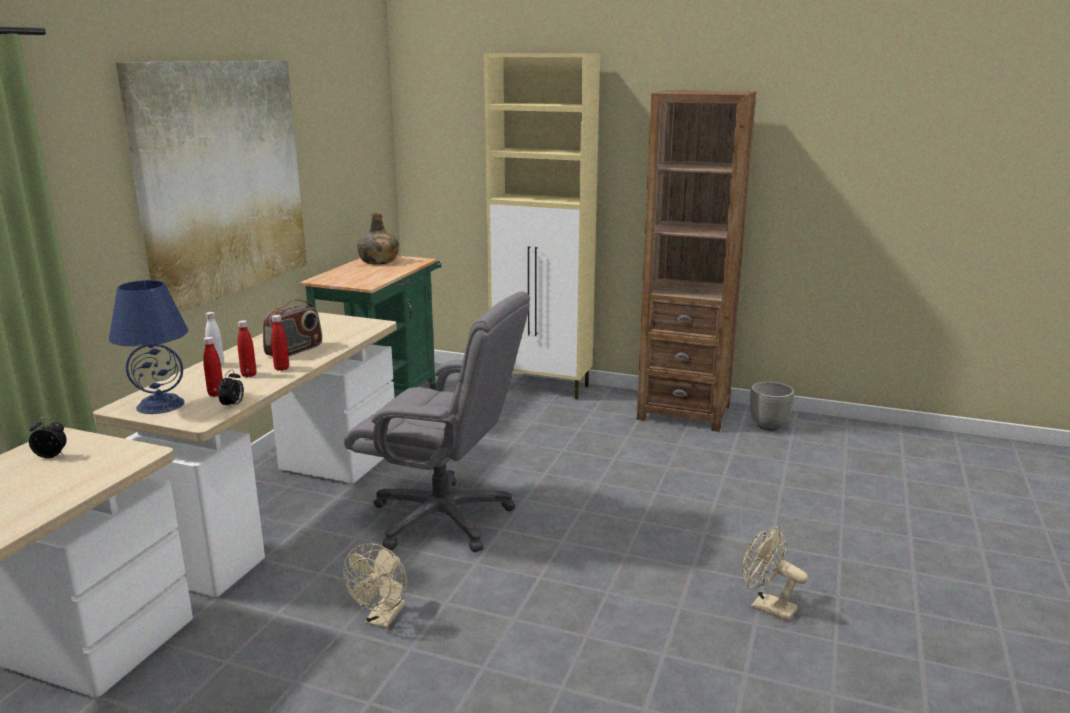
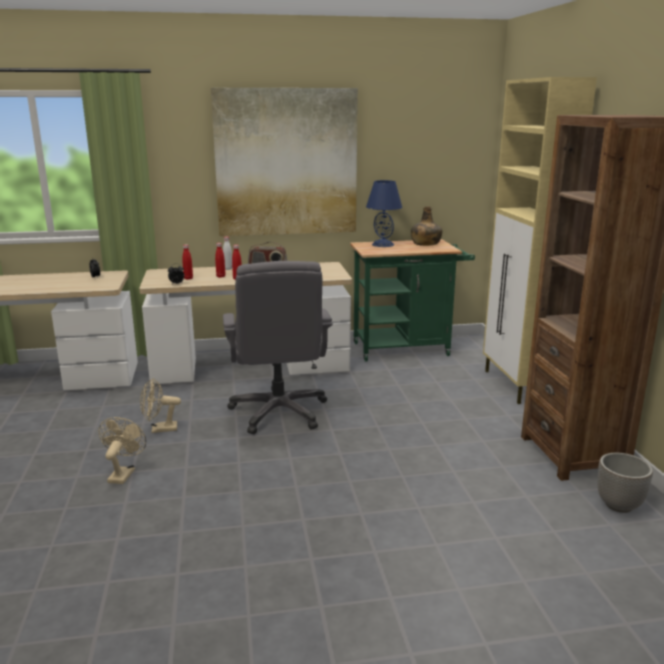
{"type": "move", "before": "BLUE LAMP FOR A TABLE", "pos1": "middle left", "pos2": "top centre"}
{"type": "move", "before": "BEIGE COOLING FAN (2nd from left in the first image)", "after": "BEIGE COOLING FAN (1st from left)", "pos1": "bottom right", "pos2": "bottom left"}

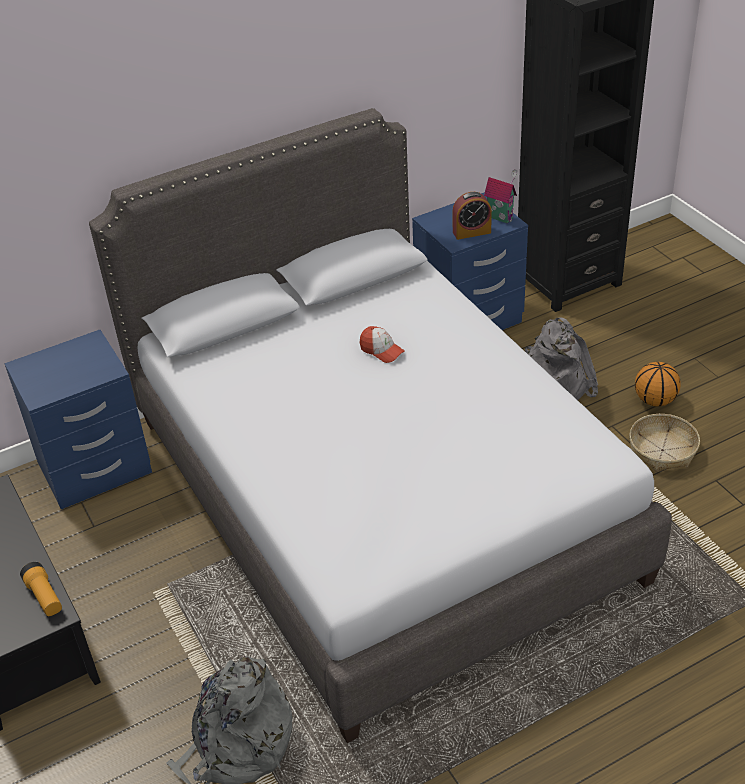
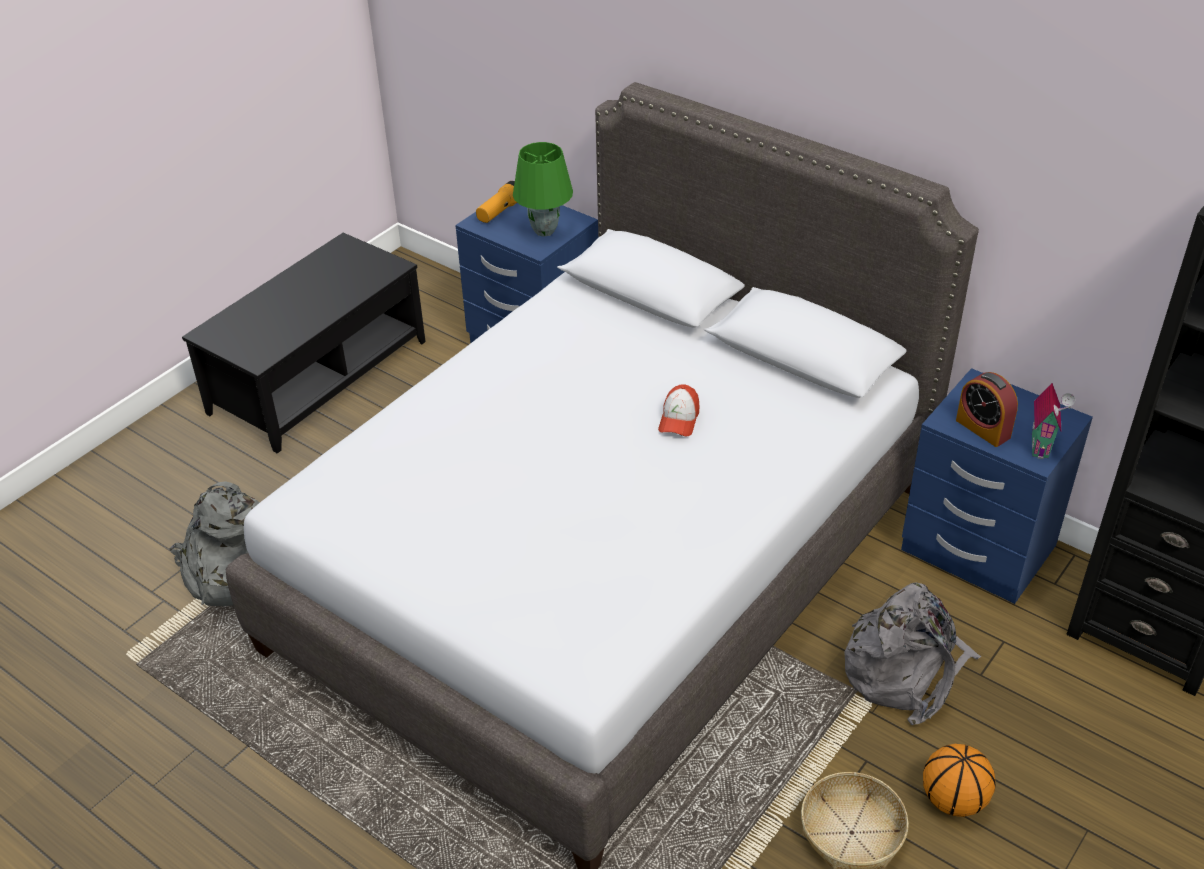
{"type": "insert", "after": "GREEN LAMP FOR A TABLE", "pos2": "top centre"}
{"type": "move", "before": "HAND TORCH", "pos1": "bottom left", "pos2": "top centre"}

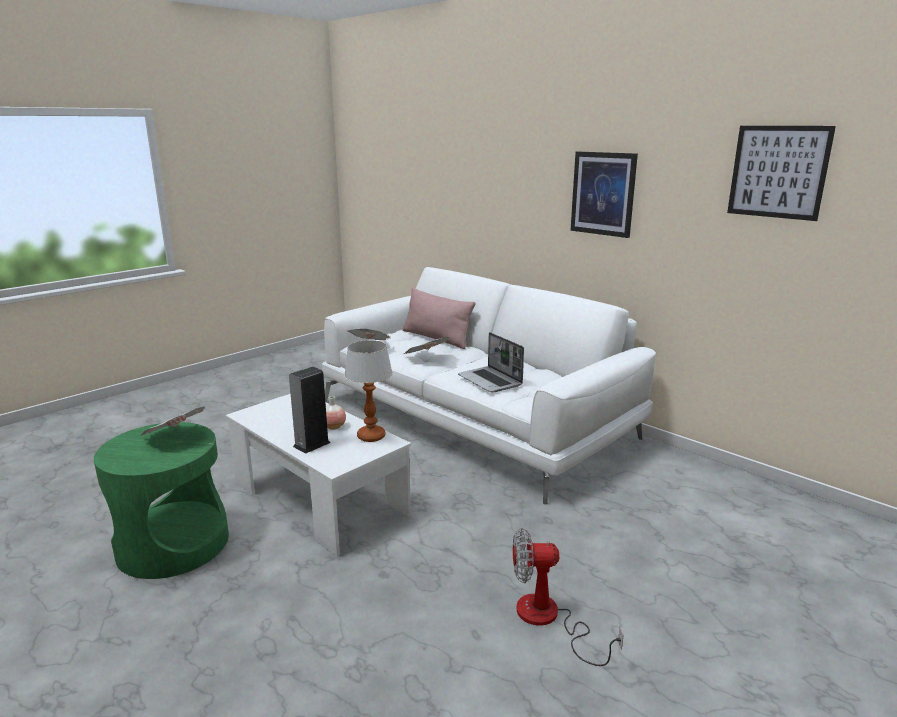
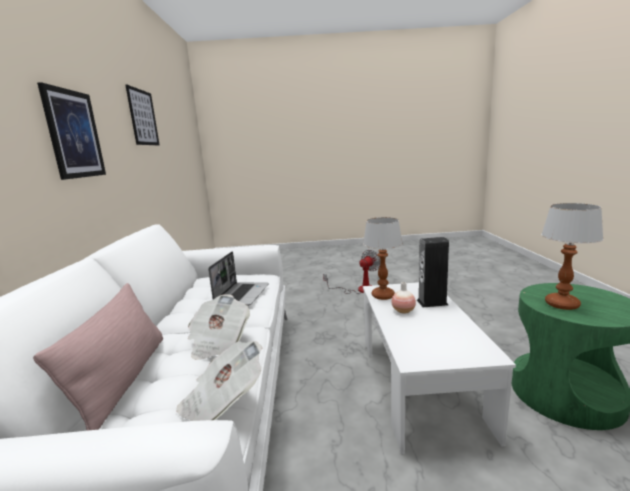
{"type": "replace", "before": "NEWSPAPER (1st from left)", "after": "LAMP FOR A TABLE (2nd from left)", "pos1": "middle left", "pos2": "middle right"}
{"type": "rotate", "before": "COOLING FAN", "pos1": "bottom centre", "pos2": "centre", "turn": -90}

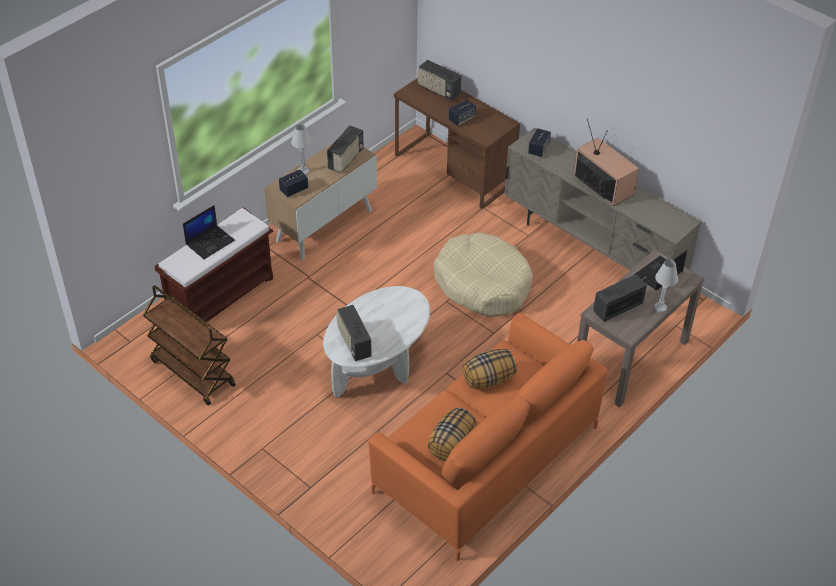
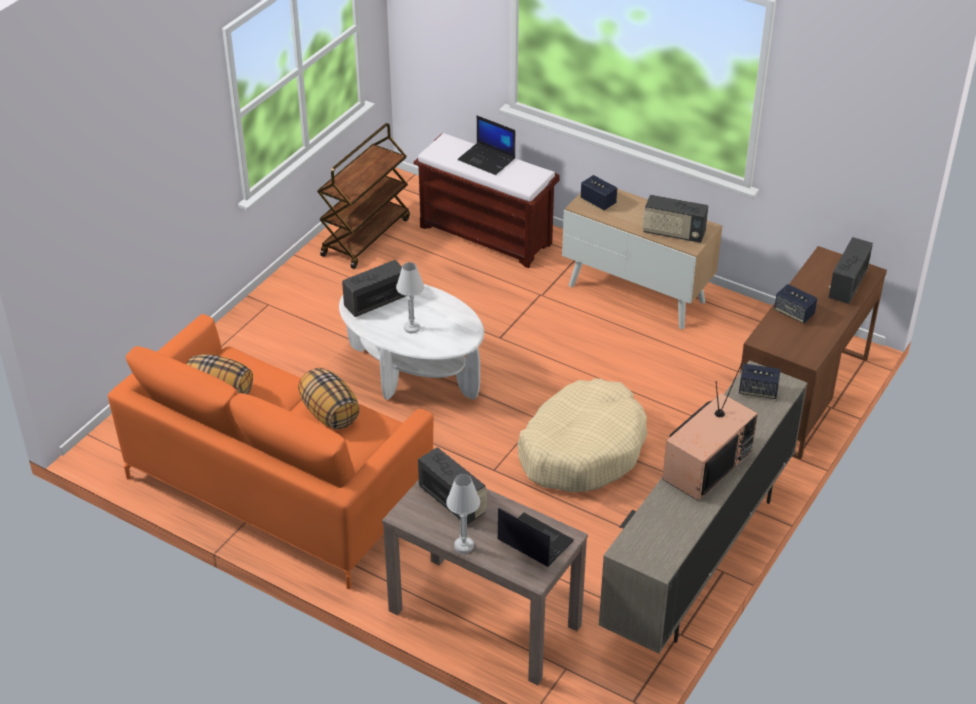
{"type": "move", "before": "WHITE LAMP FOR A TABLE (1st from left)", "pos1": "top centre", "pos2": "centre"}

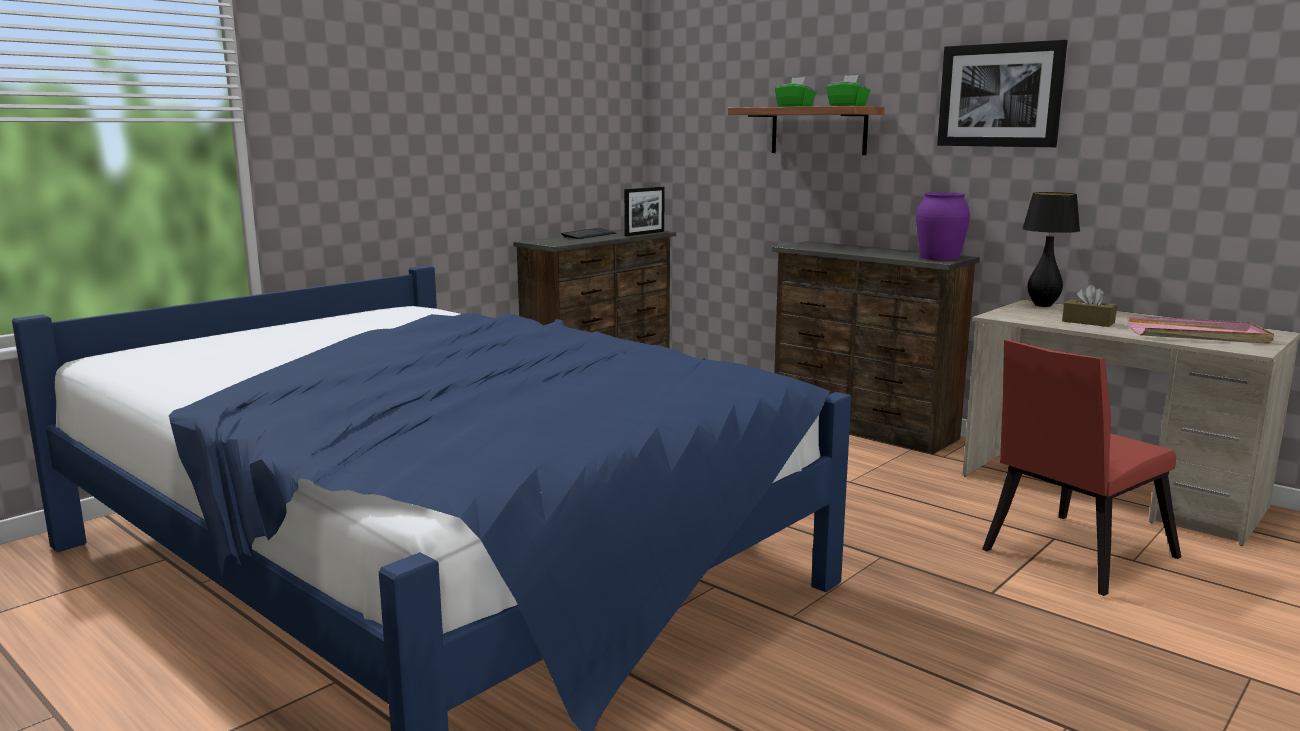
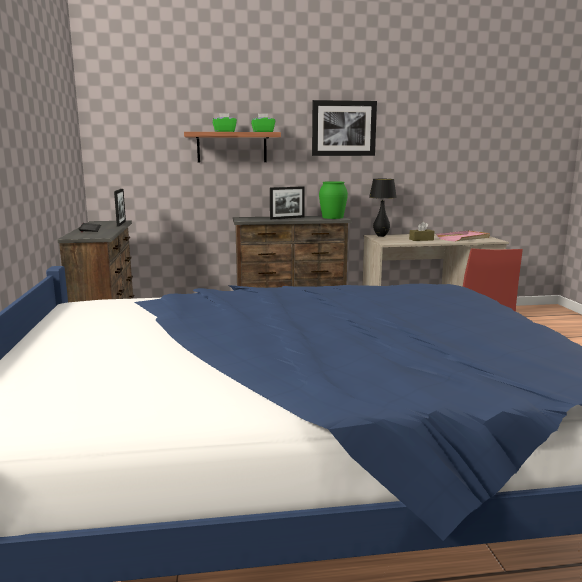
{"type": "insert", "after": "PHOTO FRAME (2nd from left)", "pos2": "centre"}
{"type": "recolor", "before": "PURPLISH VASE", "after": "GREEN VASE", "pos1": "top right", "pos2": "centre"}

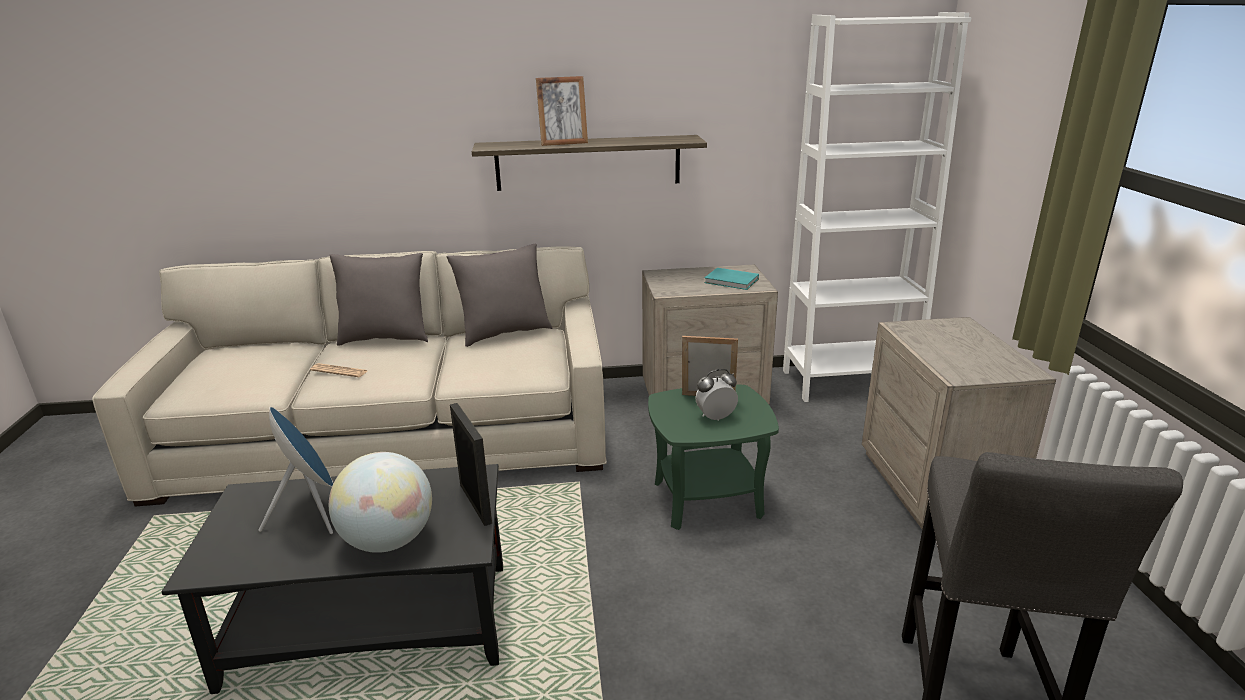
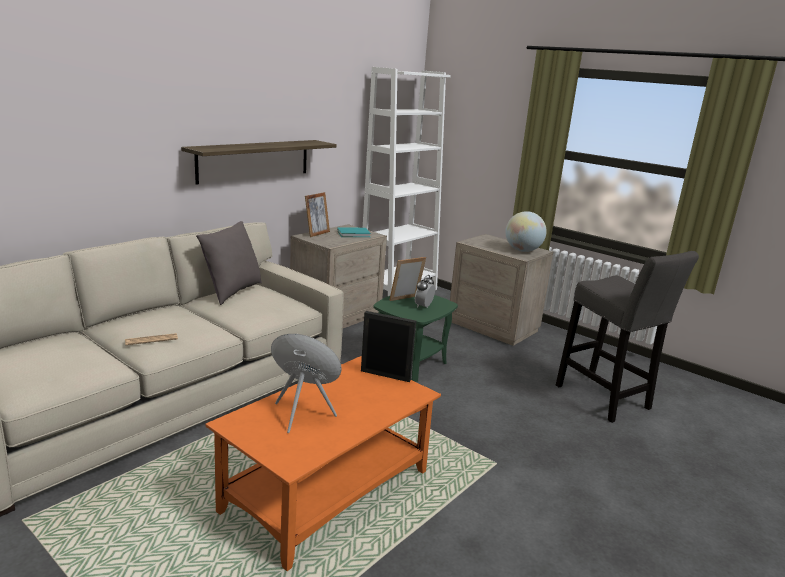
{"type": "delete", "before": "GRAY THROW PILLOW (1st from left)", "pos1": "middle left"}
{"type": "move", "before": "GLOBE", "pos1": "bottom left", "pos2": "middle right"}
{"type": "move", "before": "PHOTO FRAME (2nd from left in the first image)", "after": "PHOTO FRAME (1st from left)", "pos1": "top centre", "pos2": "centre"}
{"type": "recolor", "before": "BLACK LOW TABLE", "after": "ORANGE LOW TABLE", "pos1": "bottom left", "pos2": "bottom centre"}

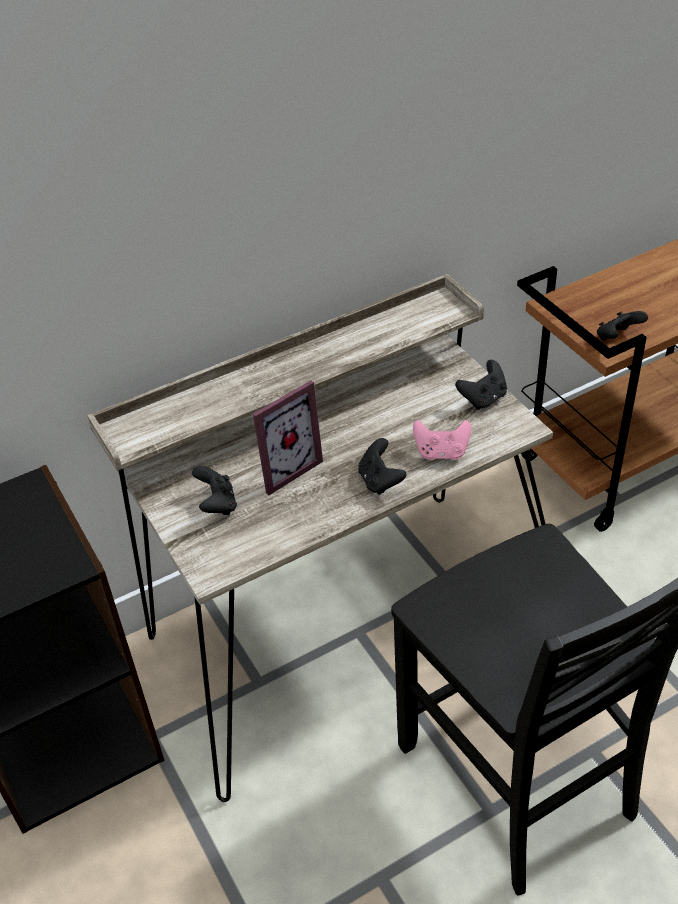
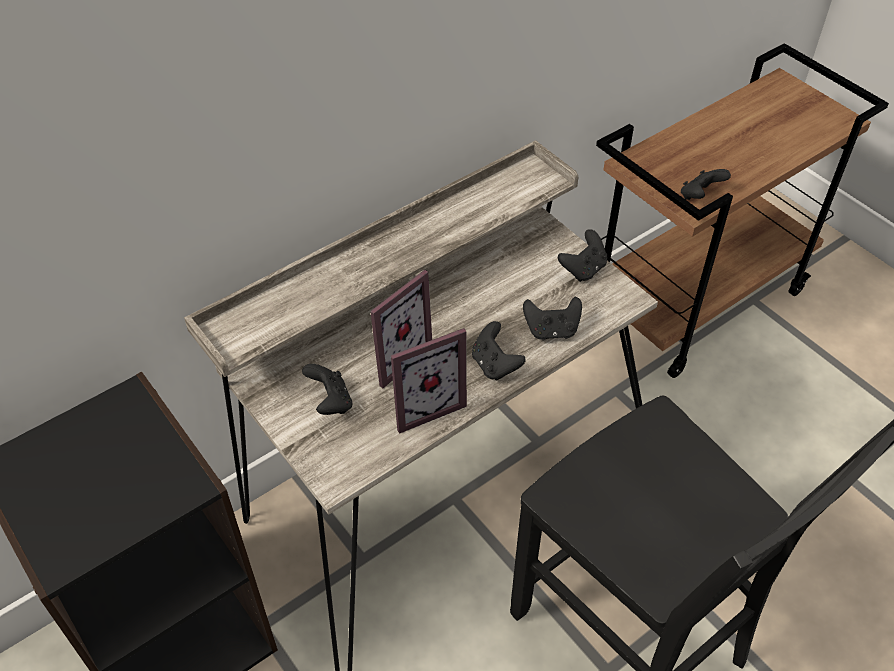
{"type": "insert", "after": "PHOTO FRAME (2nd from left)", "pos2": "centre"}
{"type": "recolor", "before": "PINK-COLOURED JOYPAD", "after": "BLACK JOYPAD (3rd from left)", "pos1": "centre", "pos2": "centre"}

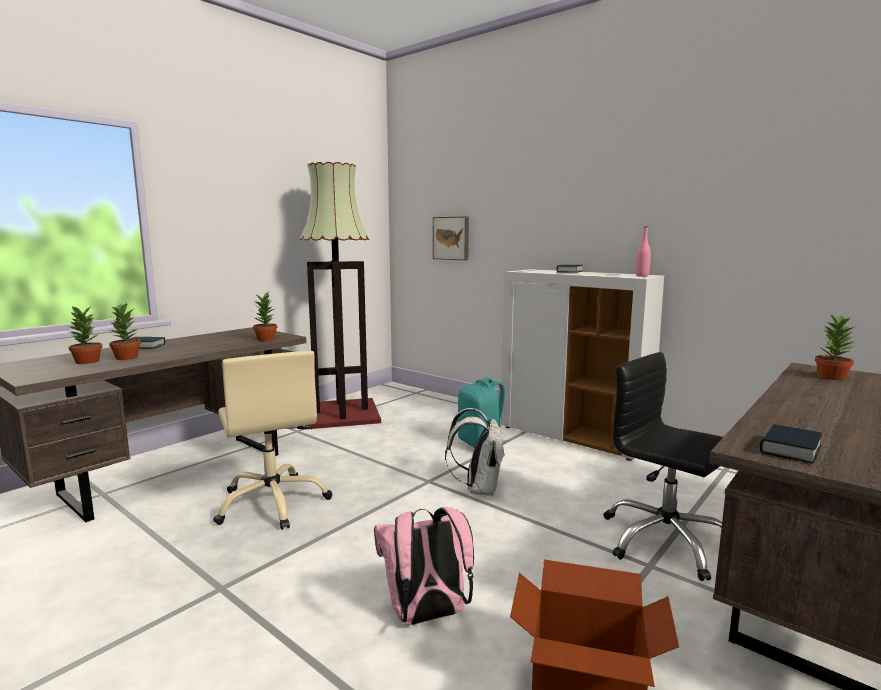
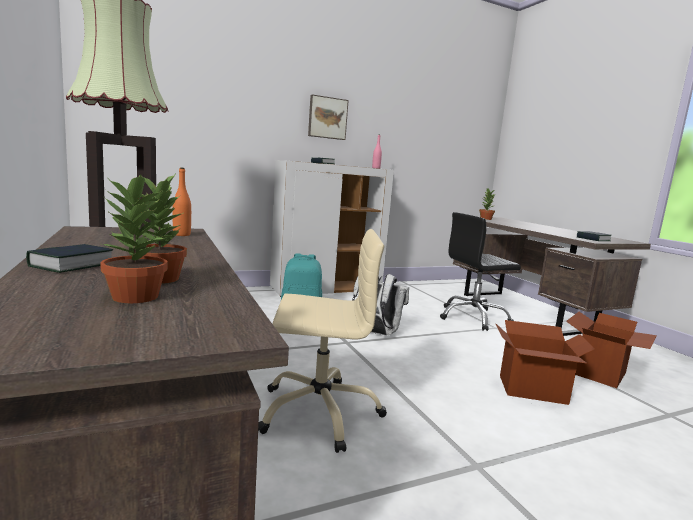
{"type": "move", "before": "PICTURE", "pos1": "centre", "pos2": "top centre"}
{"type": "replace", "before": "HOUSEPLANT (3rd from left)", "after": "ORANGE BOTTLE", "pos1": "middle left", "pos2": "middle left"}
{"type": "replace", "before": "PINK-COLOURED KNAPSACK", "after": "CARTON (1st from left)", "pos1": "bottom centre", "pos2": "bottom right"}

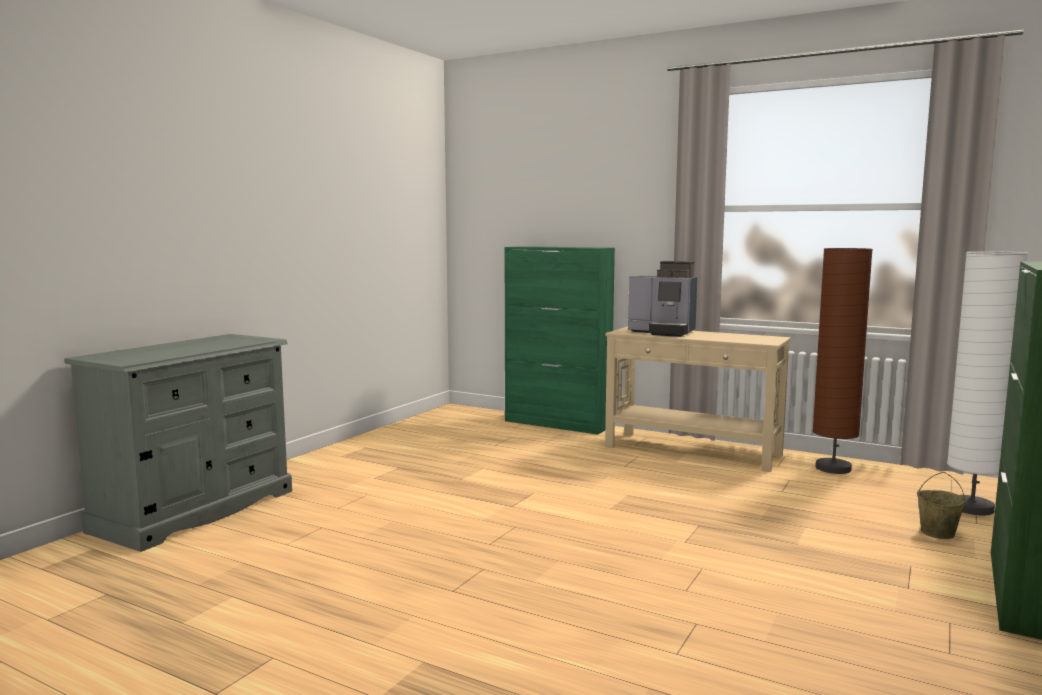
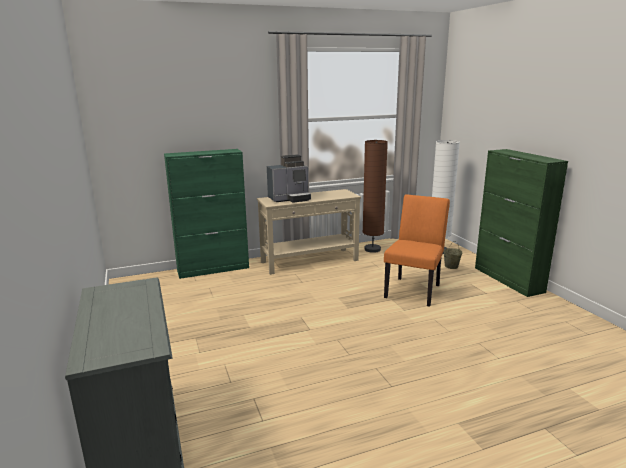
{"type": "insert", "after": "ORANGE CHAIR", "pos2": "centre"}

